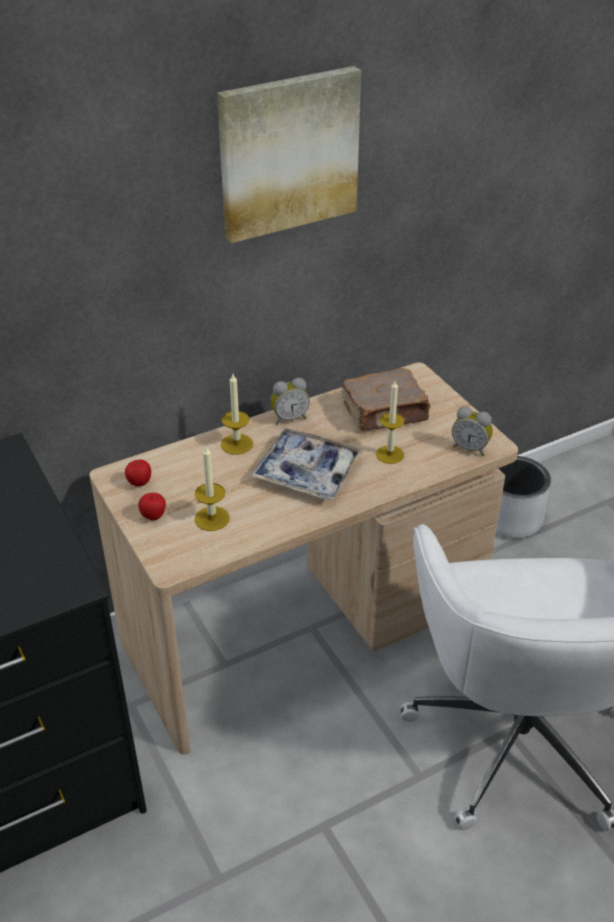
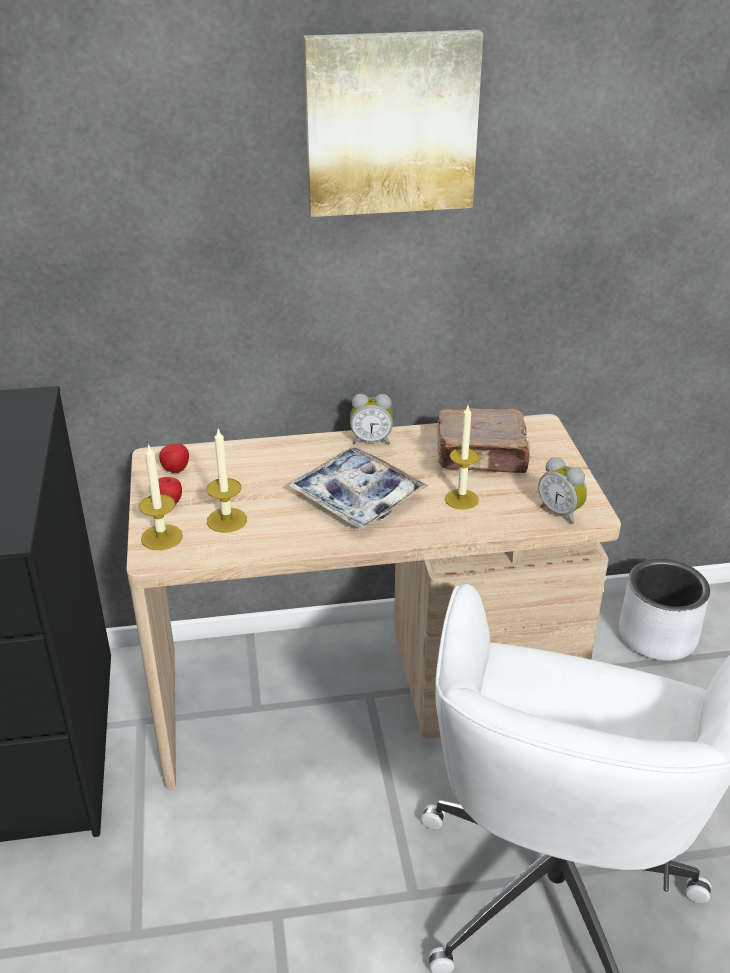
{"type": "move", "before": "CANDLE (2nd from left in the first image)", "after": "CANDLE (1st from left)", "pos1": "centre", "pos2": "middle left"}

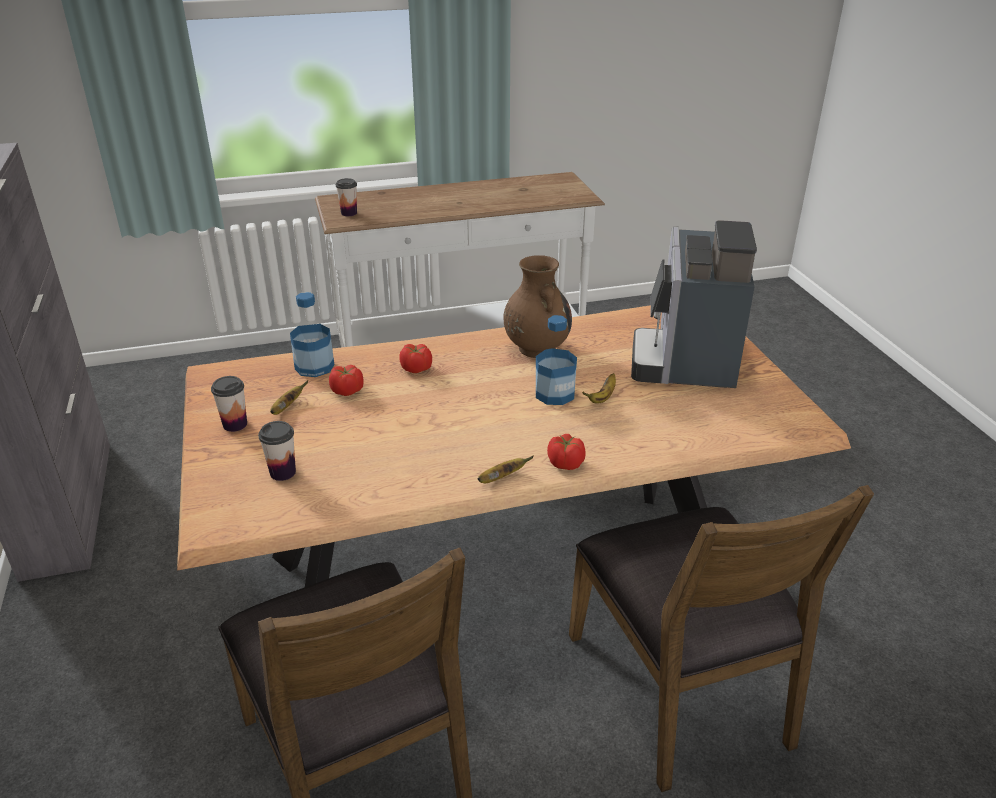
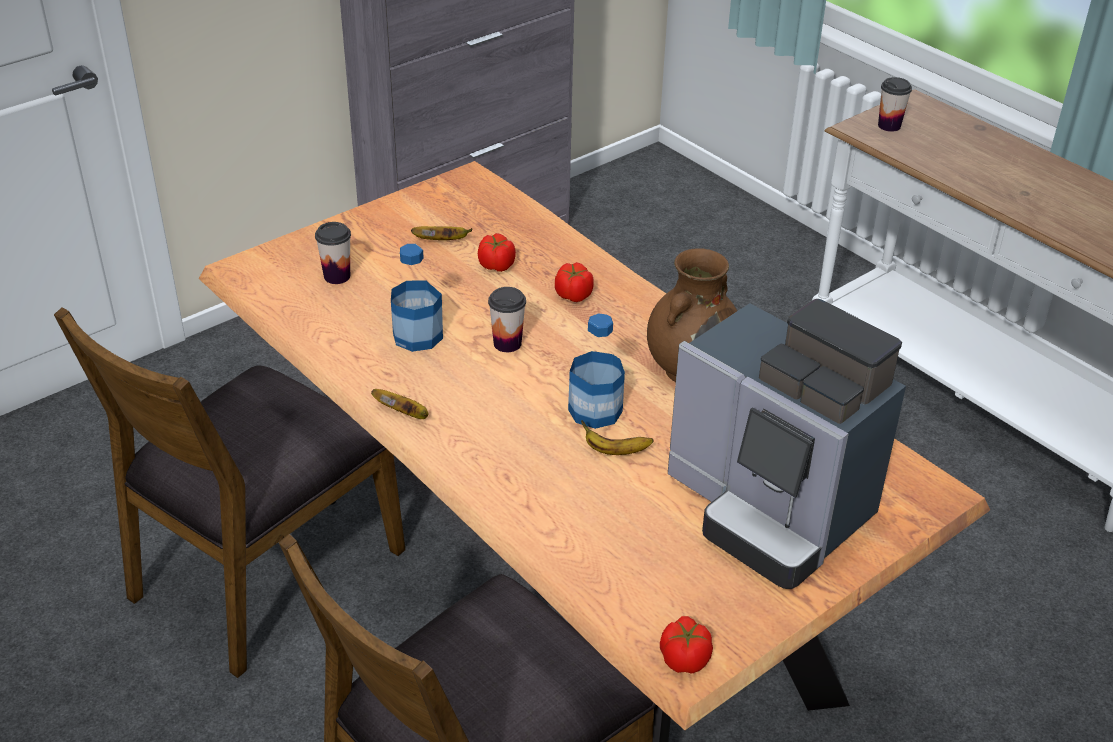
{"type": "move", "before": "CUP (1st from left in the first image)", "after": "CUP (2nd from left)", "pos1": "middle left", "pos2": "centre"}
{"type": "move", "before": "BOTTLE (1st from left)", "pos1": "middle left", "pos2": "centre"}
{"type": "move", "before": "WHOLE TOMATO (3rd from left)", "pos1": "centre", "pos2": "bottom centre"}
{"type": "rotate", "before": "COFFEE MACHINE", "pos1": "middle right", "pos2": "middle right", "turn": -120}

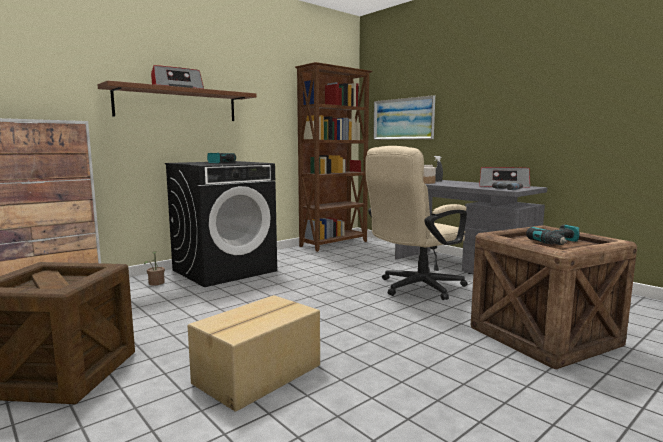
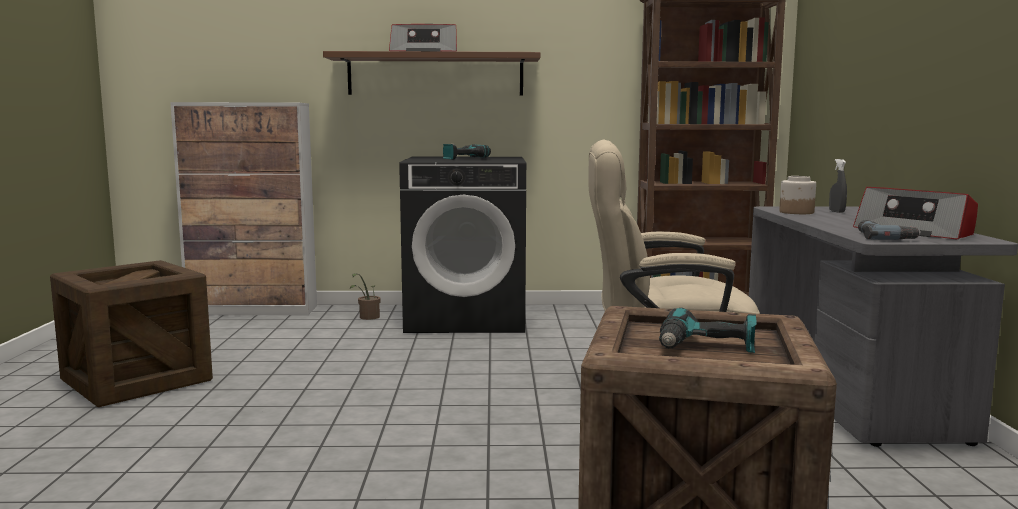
{"type": "delete", "before": "CARTON", "pos1": "bottom centre"}
{"type": "delete", "before": "PICTURE", "pos1": "top centre"}

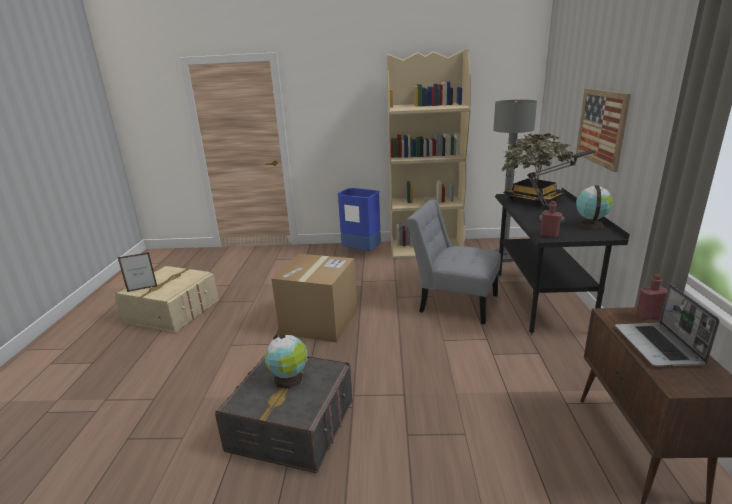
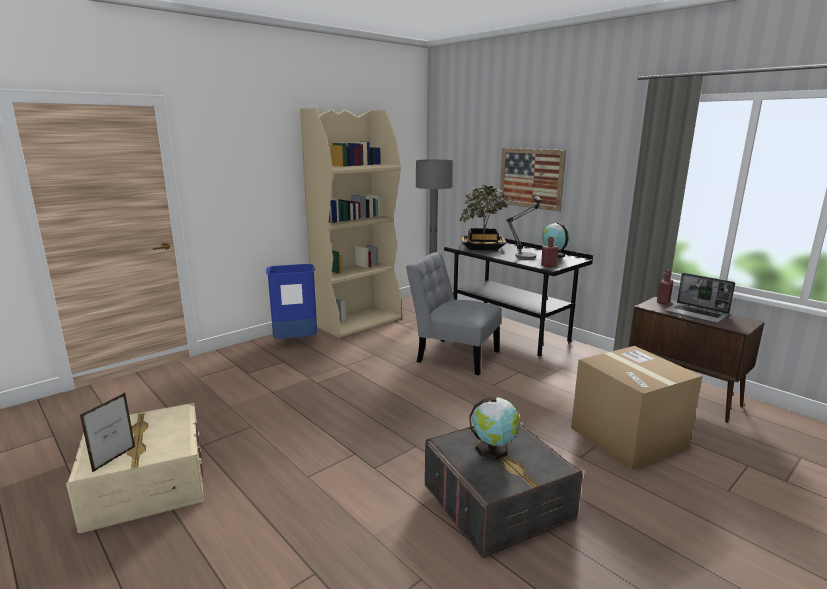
{"type": "move", "before": "CARTON", "pos1": "centre", "pos2": "bottom right"}
{"type": "rotate", "before": "GRAY CHAIR", "pos1": "centre", "pos2": "centre", "turn": 45}

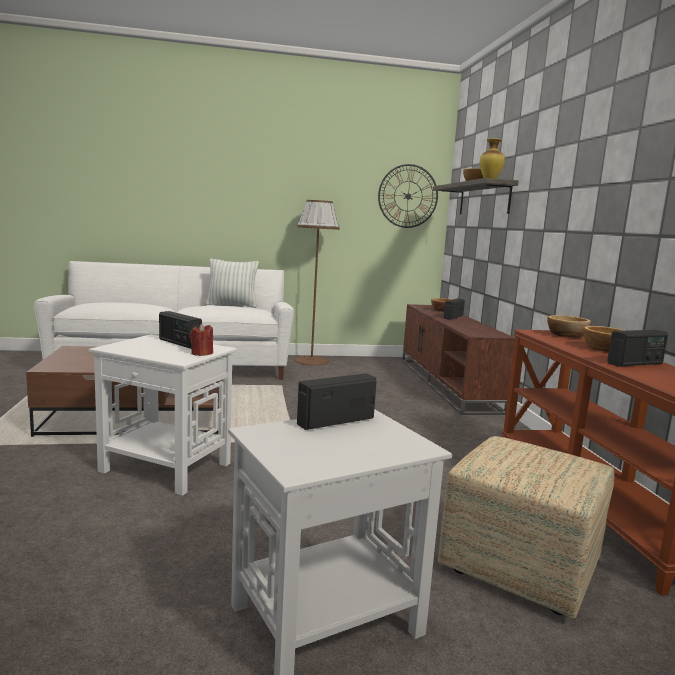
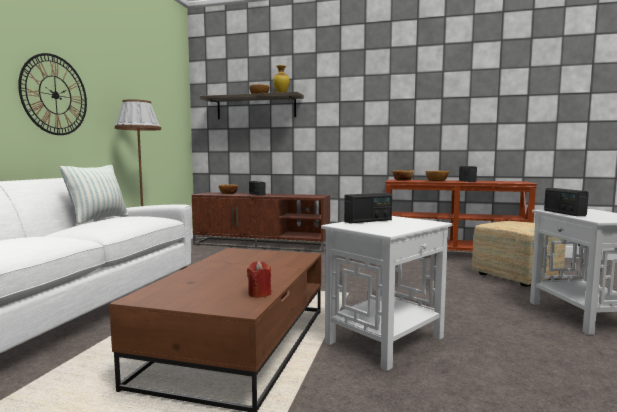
{"type": "move", "before": "REDDISH CANDLE", "pos1": "middle left", "pos2": "bottom centre"}
{"type": "move", "before": "HANGING CLOCK", "pos1": "top centre", "pos2": "top left"}

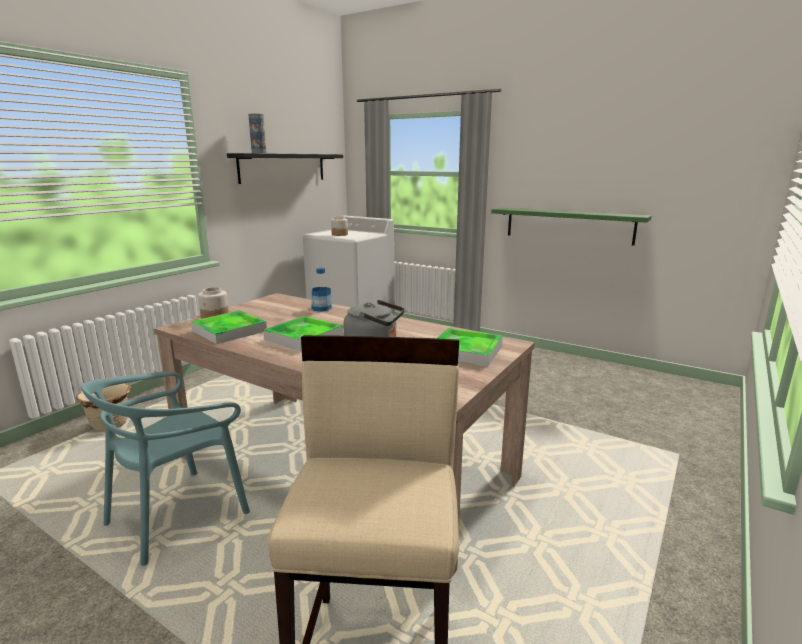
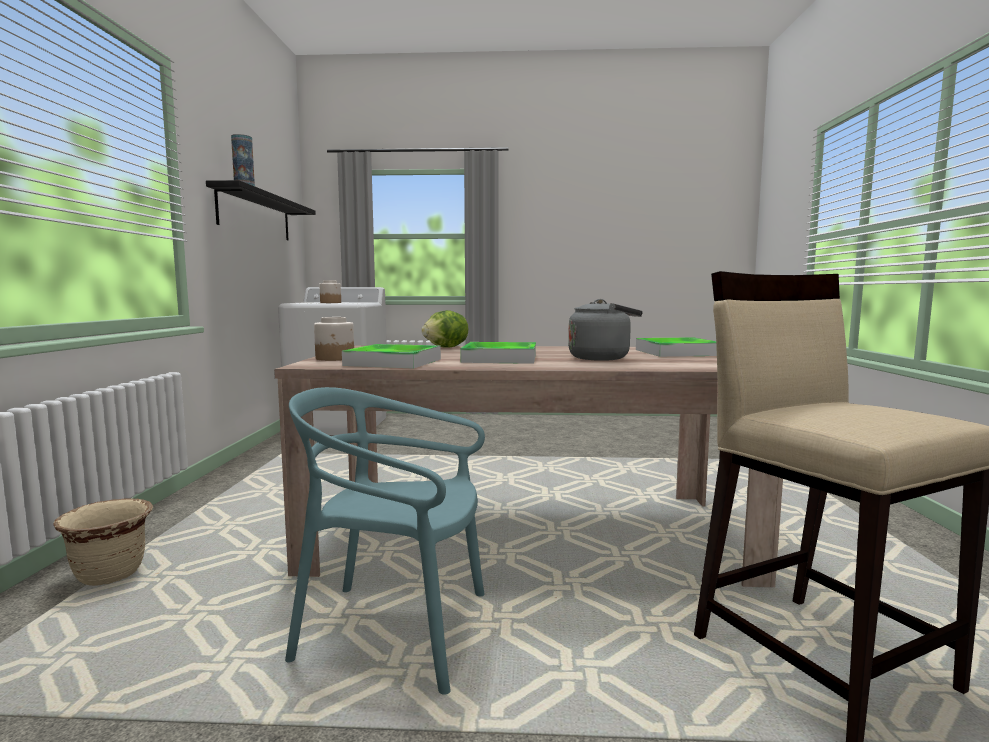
{"type": "delete", "before": "GREEN BRACKET SHELF", "pos1": "middle right"}
{"type": "replace", "before": "BOTTLE", "after": "HEAD OF LETTUCE", "pos1": "centre", "pos2": "centre"}
{"type": "rotate", "before": "BLUE-GREEN CHAIR", "pos1": "bottom left", "pos2": "bottom centre", "turn": 90}

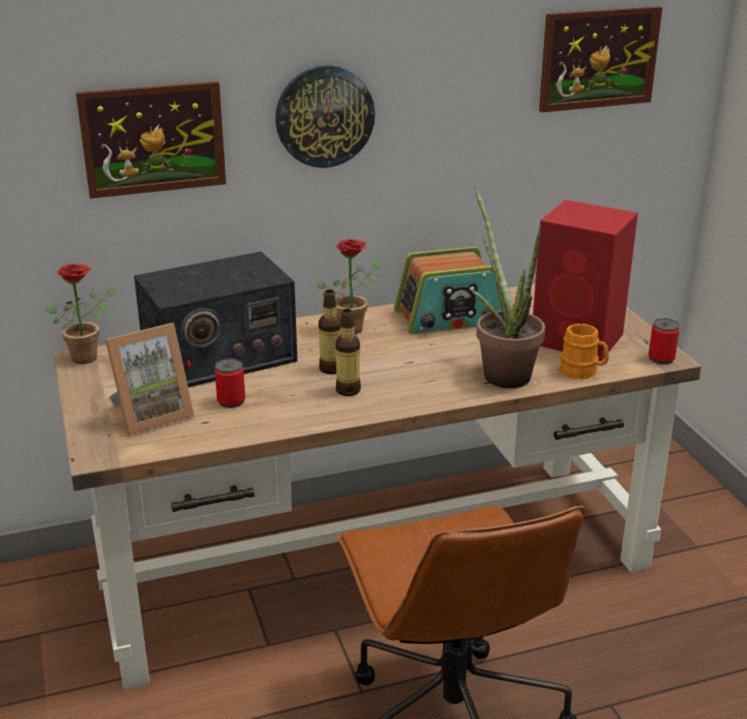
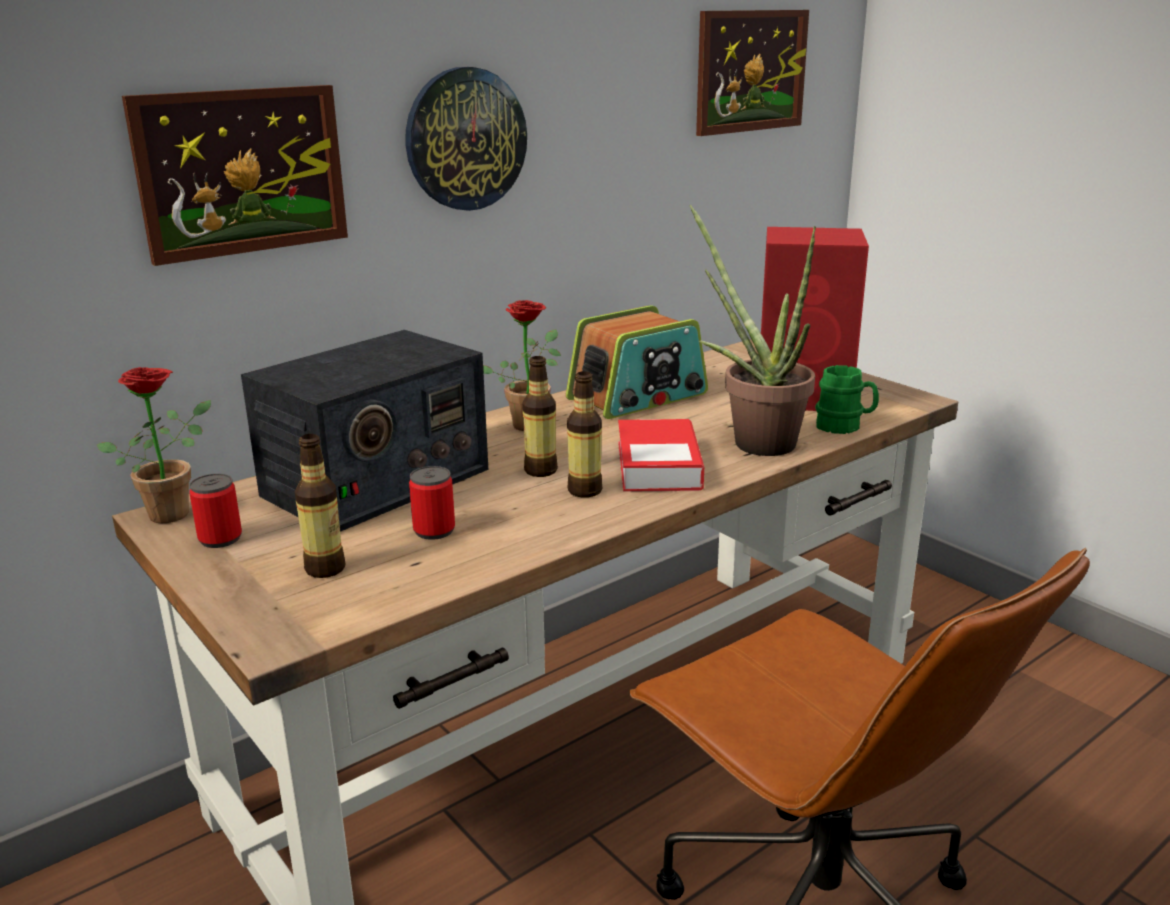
{"type": "insert", "after": "BOUND BOOK", "pos2": "centre"}
{"type": "move", "before": "METAL CAN (2nd from left in the first image)", "after": "METAL CAN (1st from left)", "pos1": "middle right", "pos2": "middle left"}
{"type": "replace", "before": "PHOTO FRAME", "after": "BOTTLE (1st from left)", "pos1": "middle left", "pos2": "middle left"}
{"type": "recolor", "before": "ORANGE MUG", "after": "GREEN MUG", "pos1": "middle right", "pos2": "middle right"}

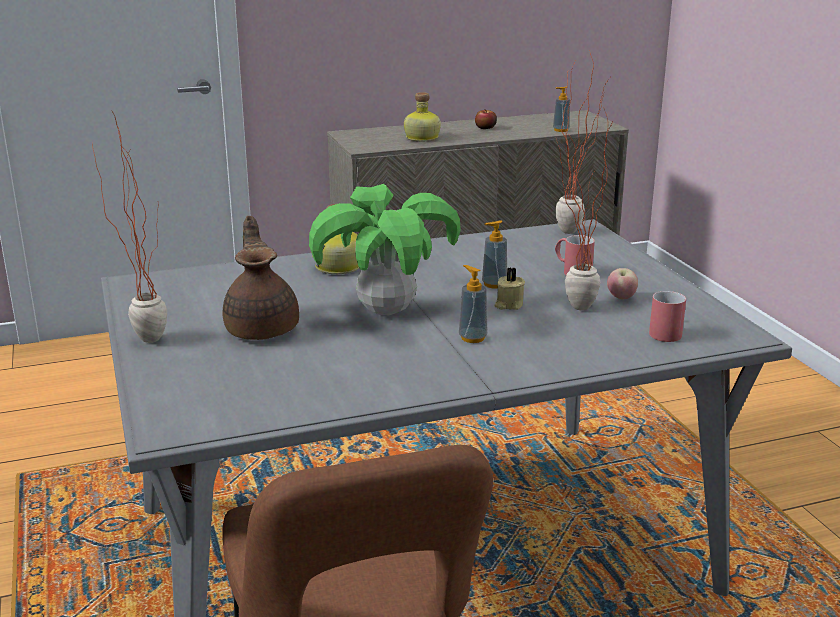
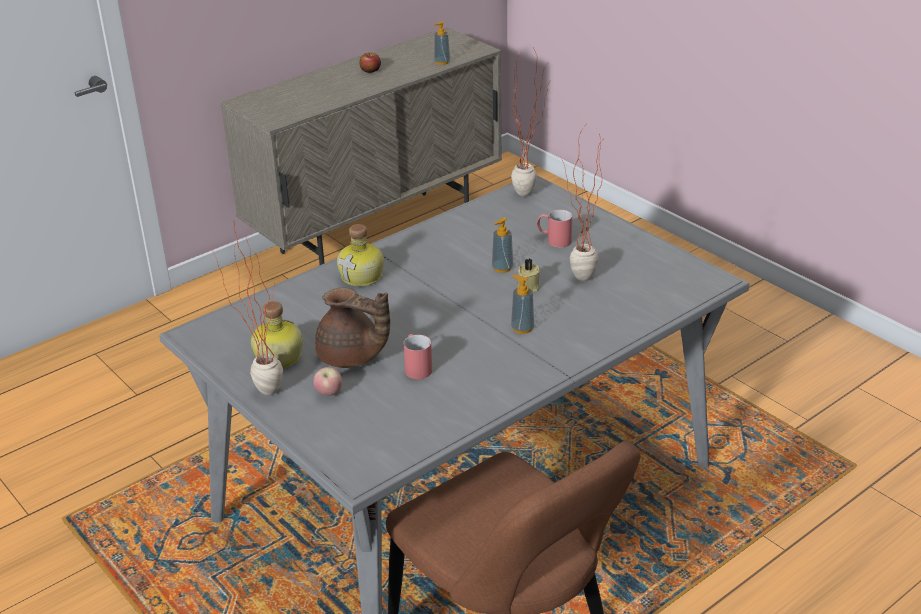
{"type": "delete", "before": "HOUSEPLANT (2nd from left)", "pos1": "centre"}
{"type": "move", "before": "BOTTLE (2nd from left in the first image)", "after": "BOTTLE (1st from left)", "pos1": "top centre", "pos2": "middle left"}
{"type": "move", "before": "APPLE (2nd from left in the first image)", "after": "APPLE (1st from left)", "pos1": "middle right", "pos2": "centre"}
{"type": "move", "before": "REDDISH MUG (2nd from left in the first image)", "after": "REDDISH MUG (1st from left)", "pos1": "middle right", "pos2": "centre"}
{"type": "rotate", "before": "BROWN TEAPOT", "pos1": "middle left", "pos2": "centre", "turn": 150}

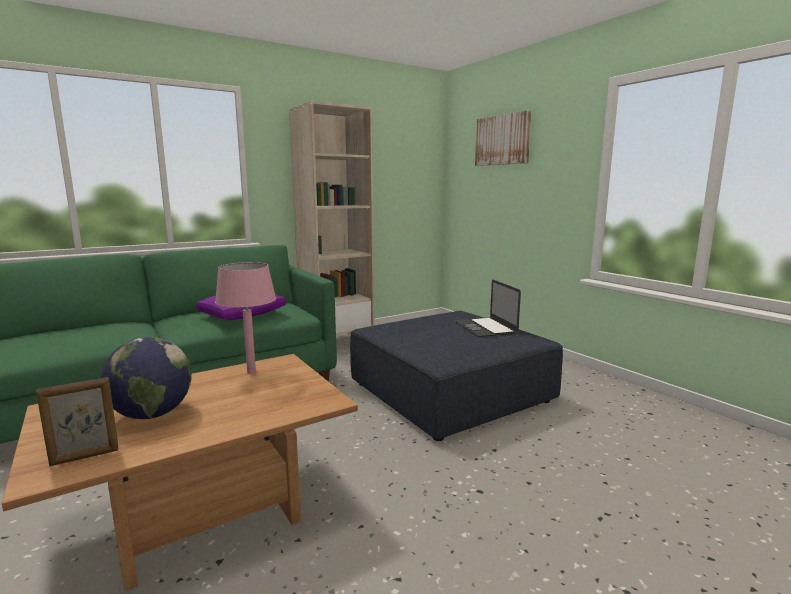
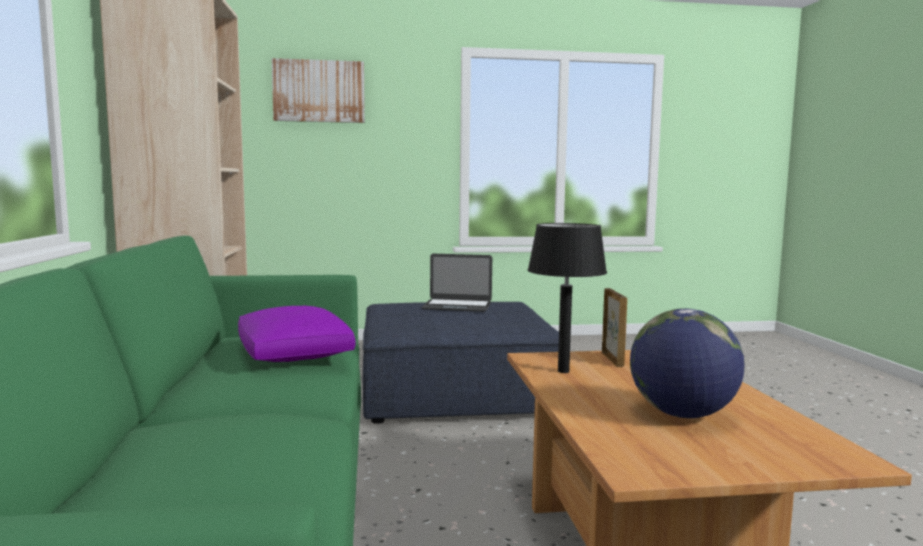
{"type": "move", "before": "PHOTO FRAME", "pos1": "bottom left", "pos2": "centre"}
{"type": "recolor", "before": "PINK-COLOURED LAMP FOR A TABLE", "after": "BLACK LAMP FOR A TABLE", "pos1": "middle left", "pos2": "centre"}

